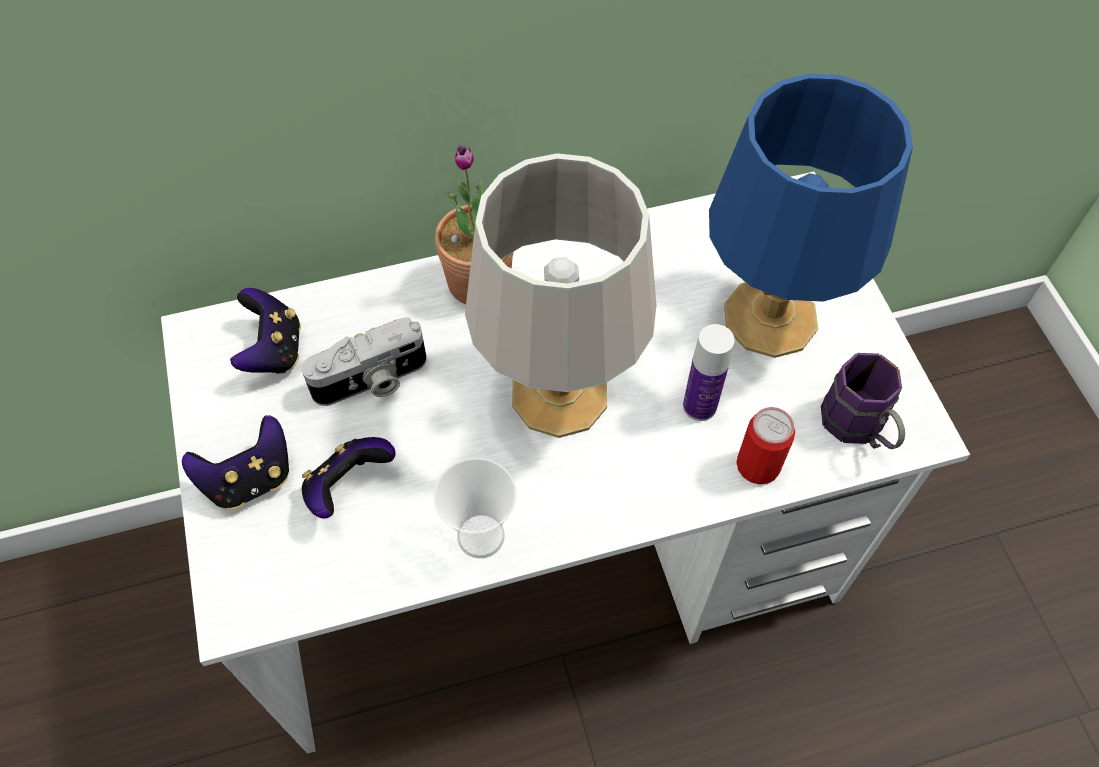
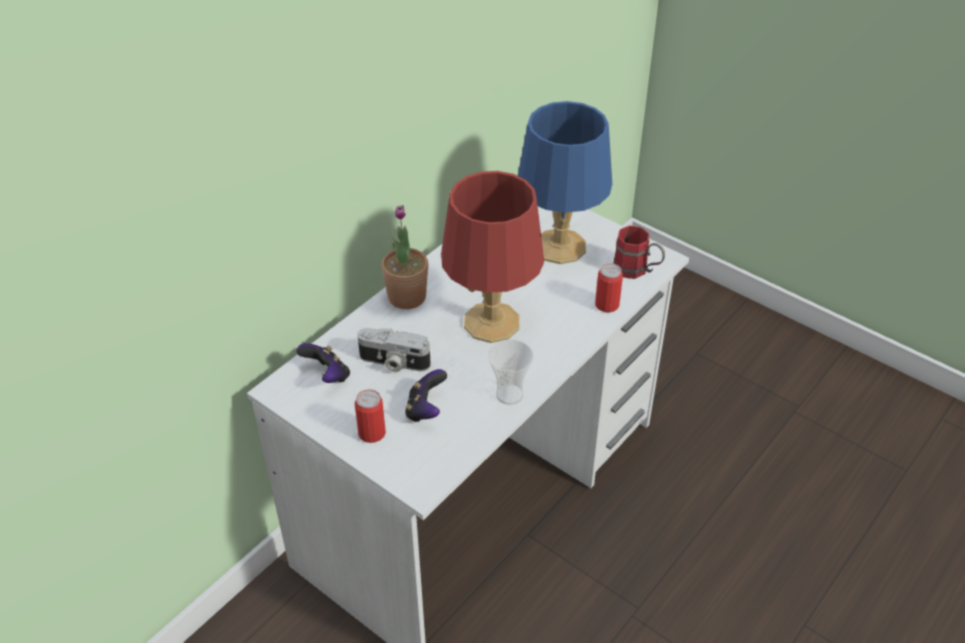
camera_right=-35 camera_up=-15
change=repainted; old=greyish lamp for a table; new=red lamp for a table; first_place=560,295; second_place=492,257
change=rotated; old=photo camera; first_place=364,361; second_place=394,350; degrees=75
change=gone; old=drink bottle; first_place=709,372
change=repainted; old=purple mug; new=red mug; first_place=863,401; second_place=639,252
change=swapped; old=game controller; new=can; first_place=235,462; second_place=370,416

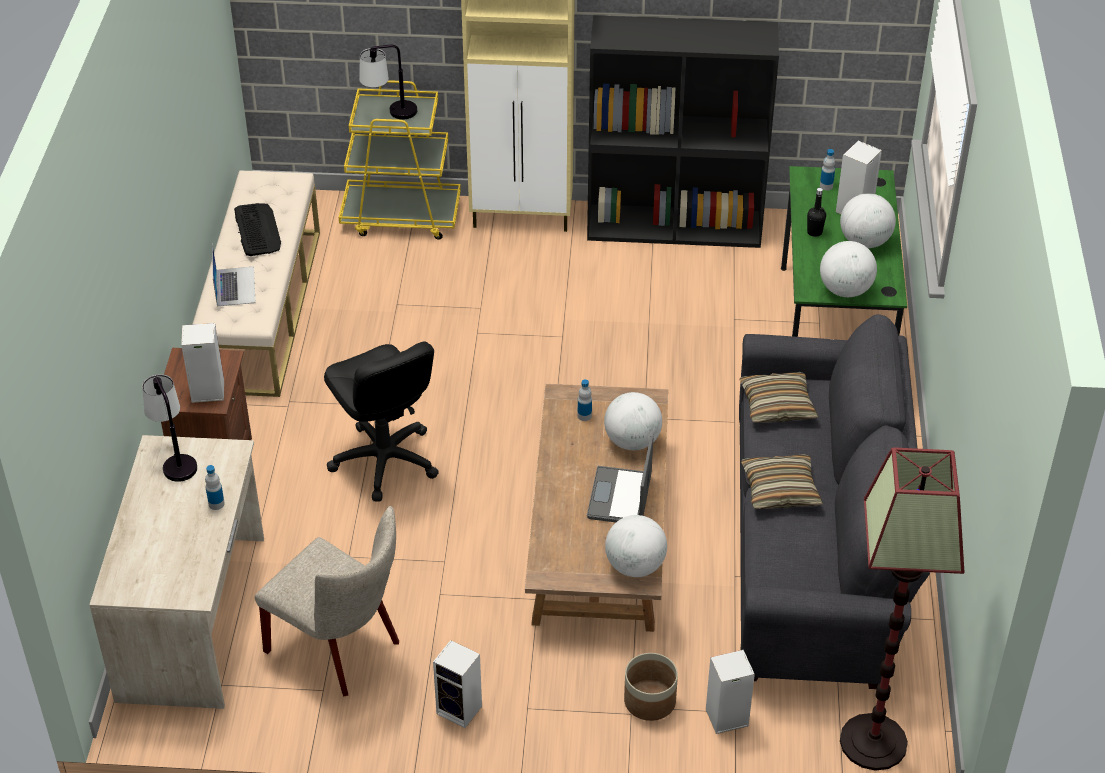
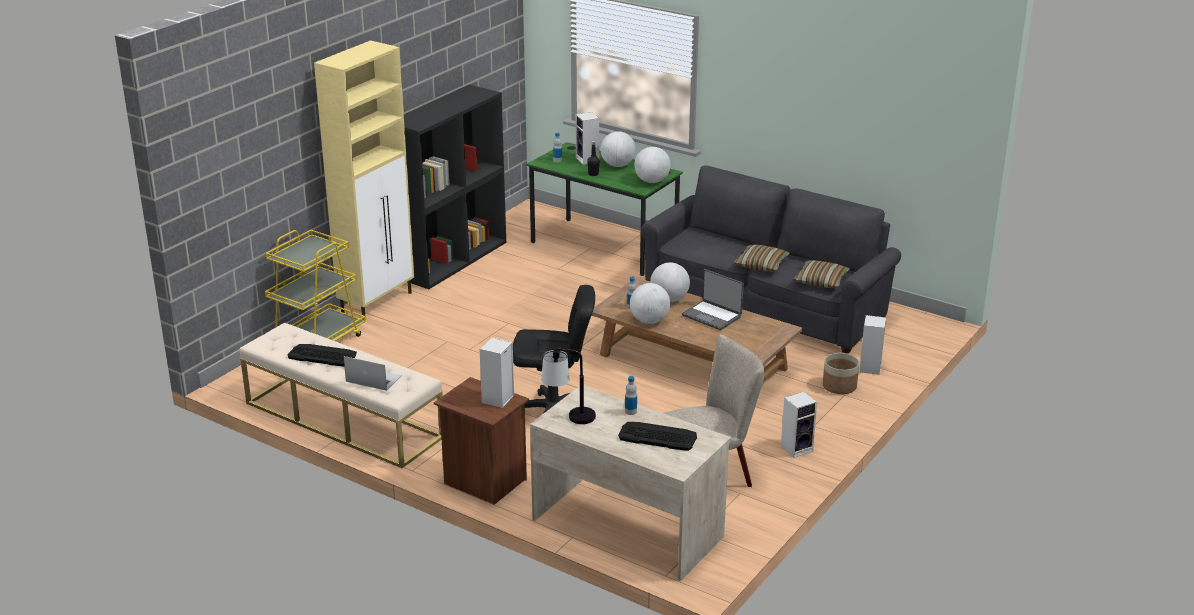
camera_right=-60 camera_up=-15
change=gone; old=lamp for a table; first_place=388,82
change=shifted; old=pillow; first_place=779,397; second_place=822,274
change=gone; old=standing lamp; first_place=902,609
change=shifted; old=globe; first_place=636,546; second_place=650,303
change=new; new=keyboard; second_place=657,436

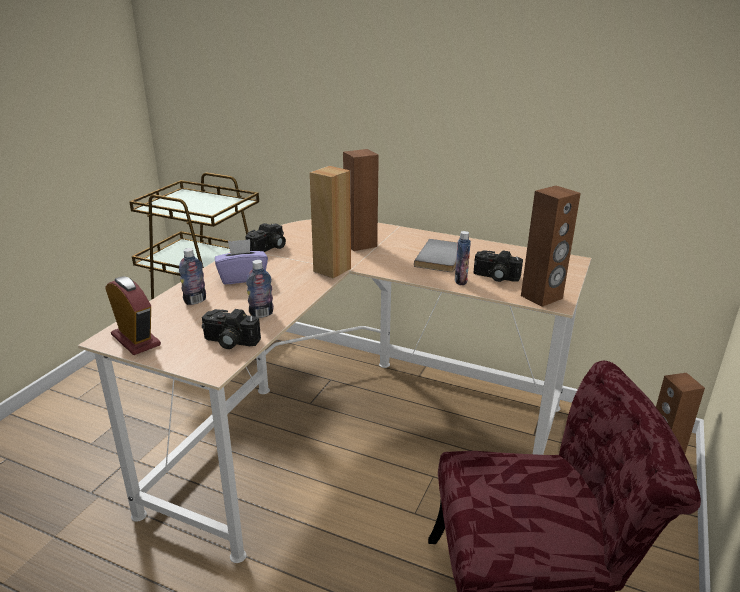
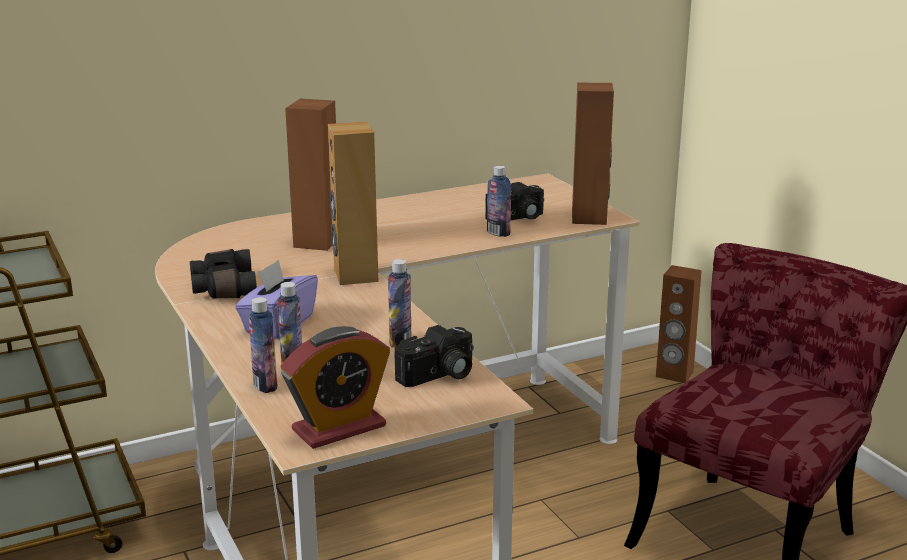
camera_right=-50 camera_up=-5
change=swapped; old=photo camera; new=black-coloured binoculars; first_place=265,237; second_place=223,273
change=gone; old=greyish volume; first_place=436,255
change=rotated; old=alarm clock; first_place=133,315; second_place=335,387; degrees=150
change=new; new=drink bottle; second_place=263,345

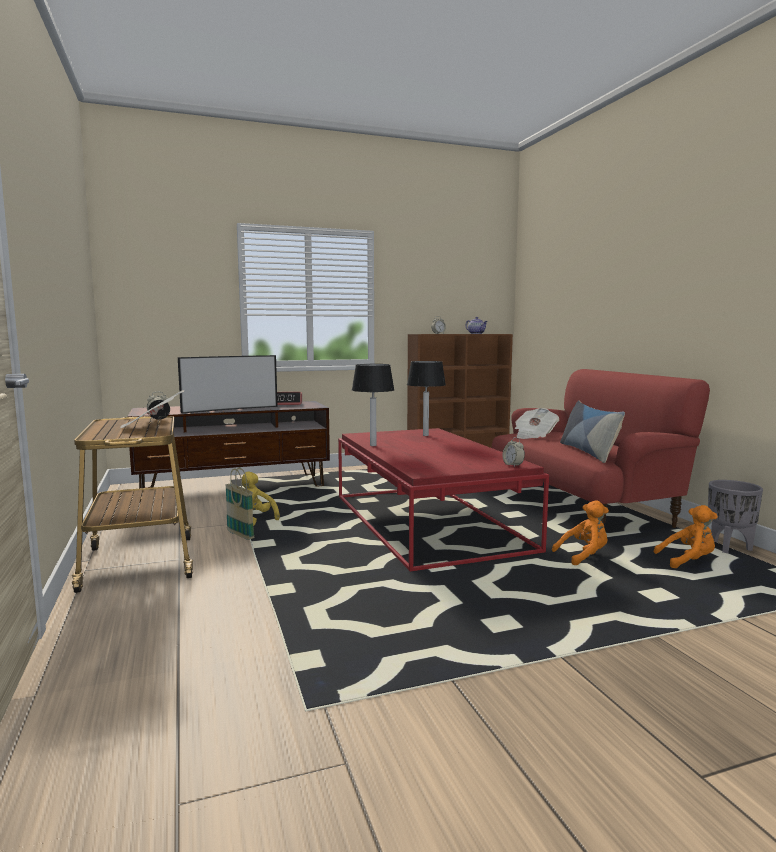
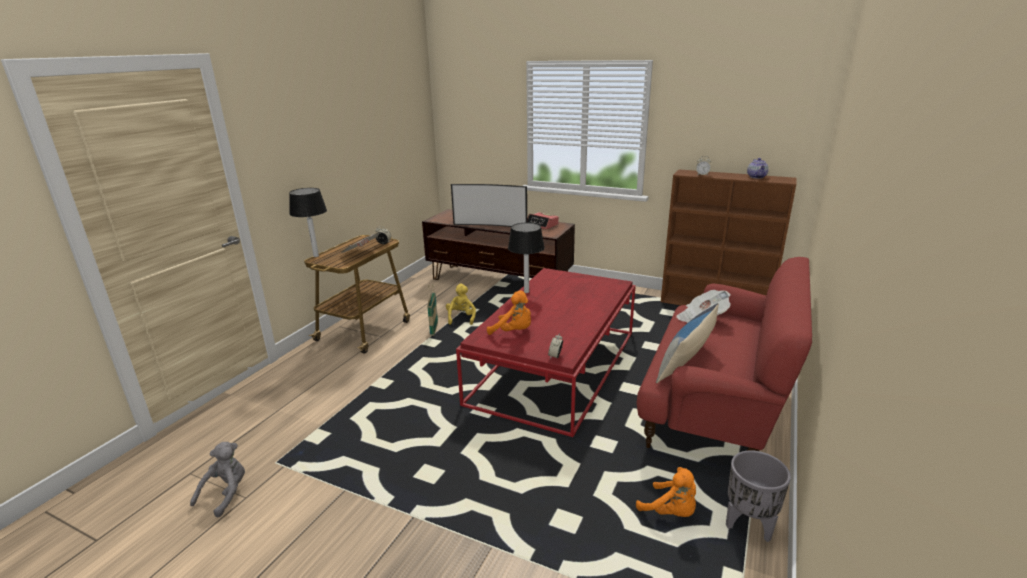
camera_right=45 camera_up=15
change=shifted; old=lamp for a table; first_place=426,398; second_place=308,222
change=shifted; old=orangey plush toy; first_place=580,532; second_place=509,312
change=new; new=greyish plush toy; second_place=217,479

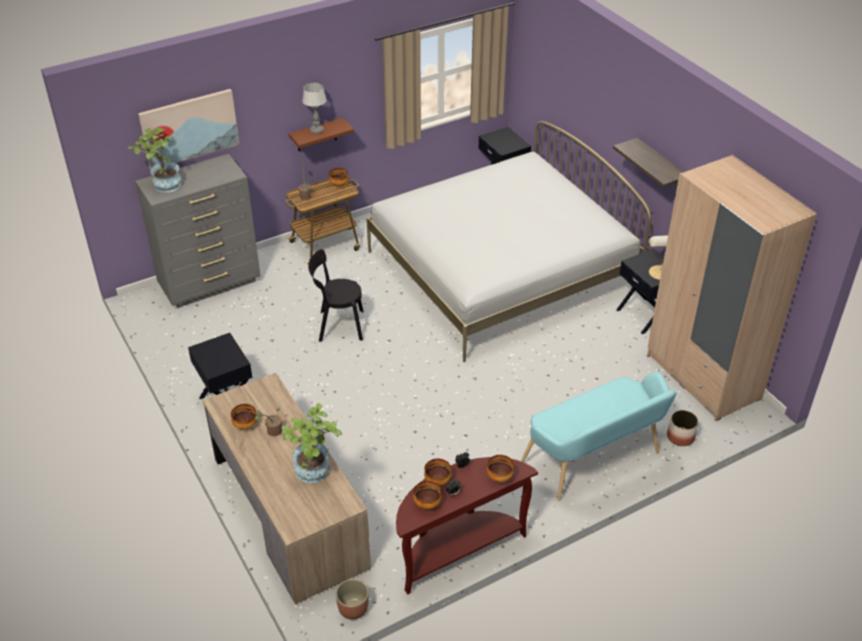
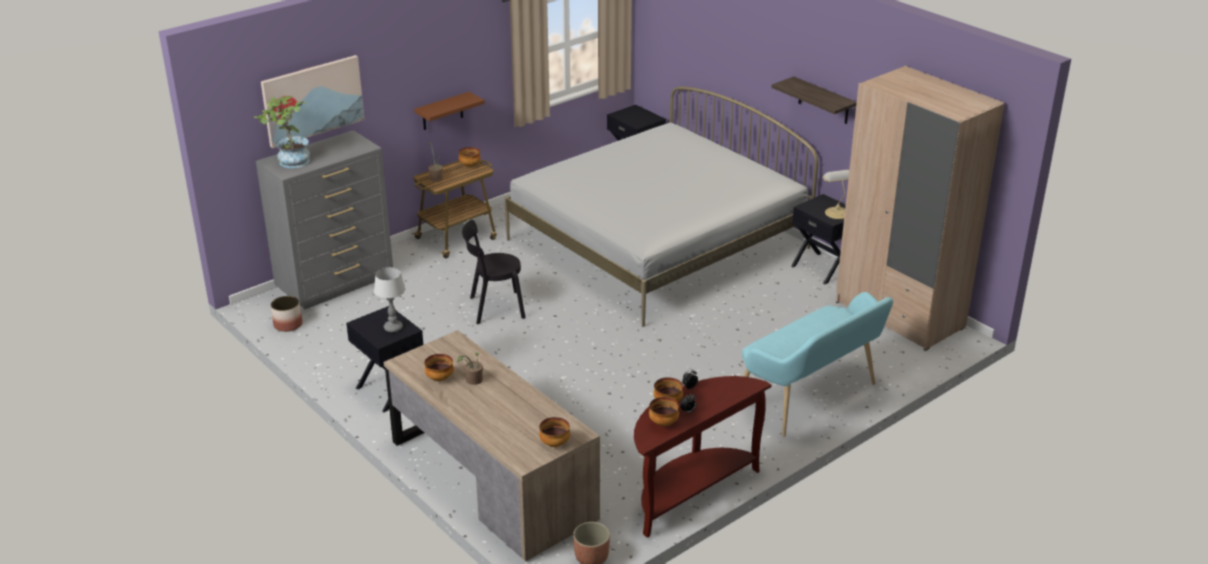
camera_right=-10 camera_up=-10
change=shifted; old=lamp for a table; first_place=315,108; second_place=389,299
change=gone; old=houseplant; first_place=312,443
change=shifted; old=flower pot; first_place=683,428; second_place=287,314
change=shifted; old=bowl; first_place=500,468; second_place=554,432

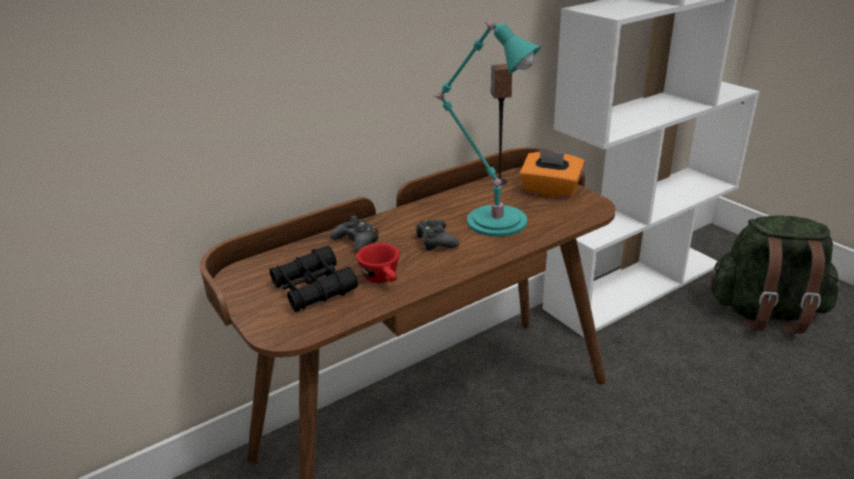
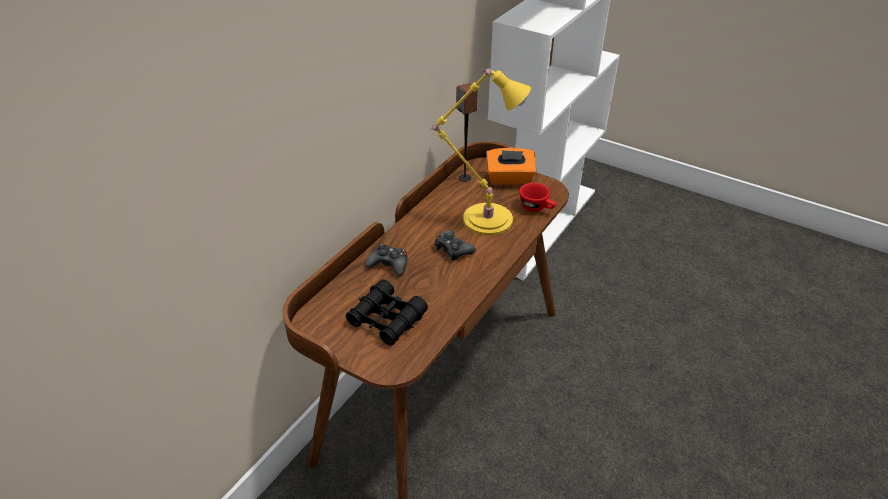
camera_right=-25 camera_up=10
change=repainted; old=blue-green lamp for a table; new=yellow lamp for a table; first_place=487,129; second_place=480,151
change=gone; old=greenish backpack; first_place=774,274
change=shifted; old=red cup; first_place=377,263; second_place=538,197

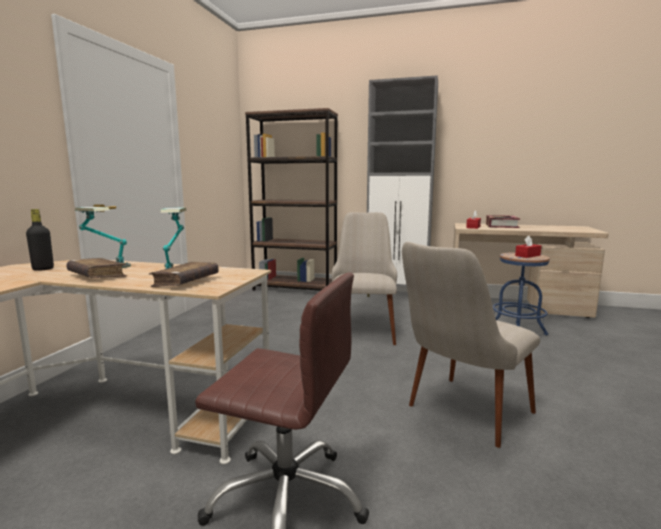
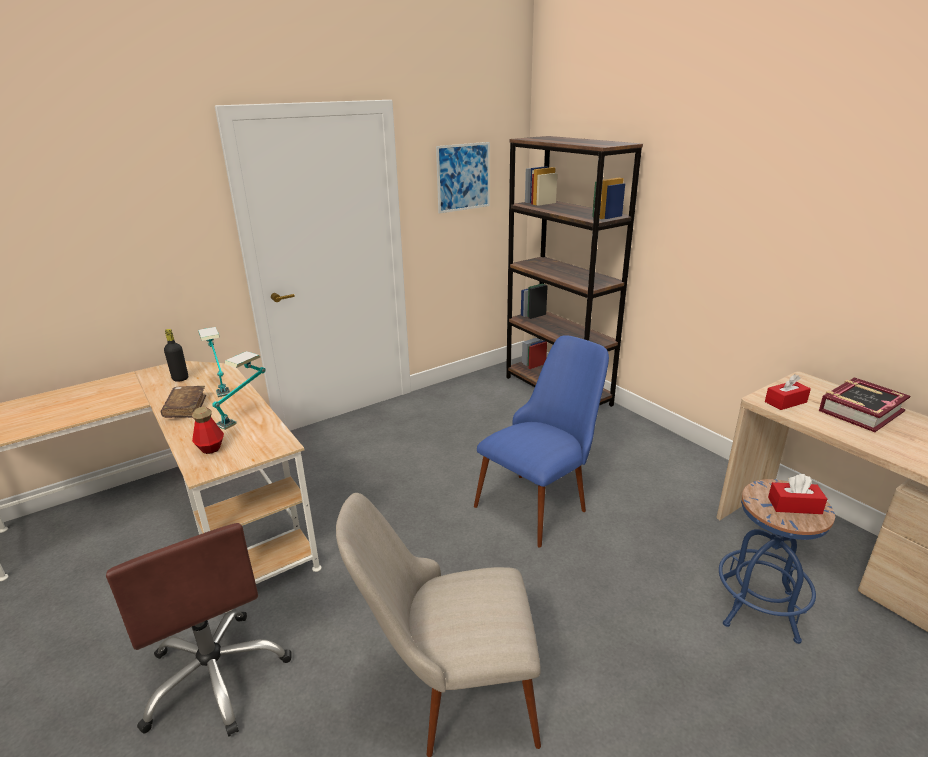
camera_right=40 camera_up=15
change=gone; old=greyish storage cabinet; first_place=402,186
change=repainted; old=sand-coloured plain chair; new=bluish plain chair; first_place=364,278; second_place=541,441
change=swapped; old=brownish volume; new=drink bottle; first_place=184,274; second_place=208,430
change=new; new=wall art; second_place=463,177

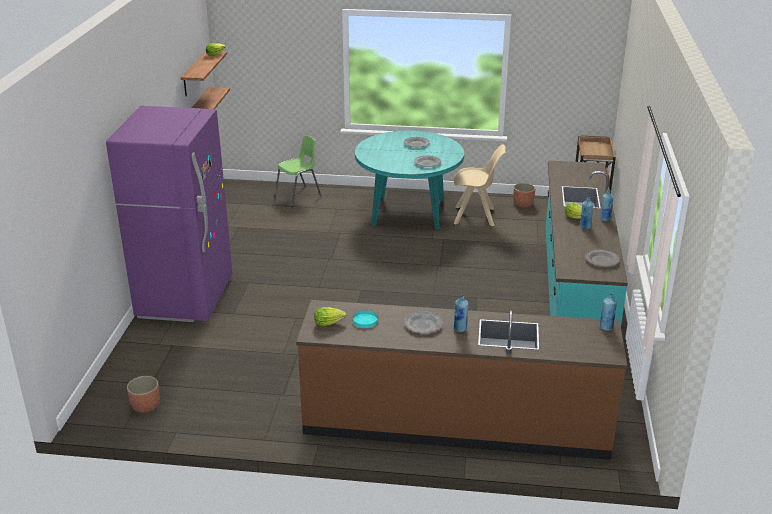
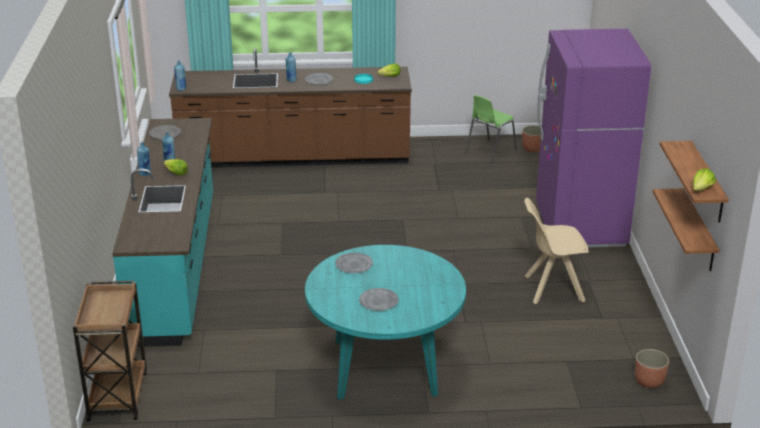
camera_right=170 camera_up=0
change=shifted; old=greenish plain chair; first_place=298,170; second_place=491,129
change=shifted; old=sand-coloured plain chair; first_place=479,185; second_place=556,251
change=shifted; old=flower pot; first_place=524,195; second_place=652,368

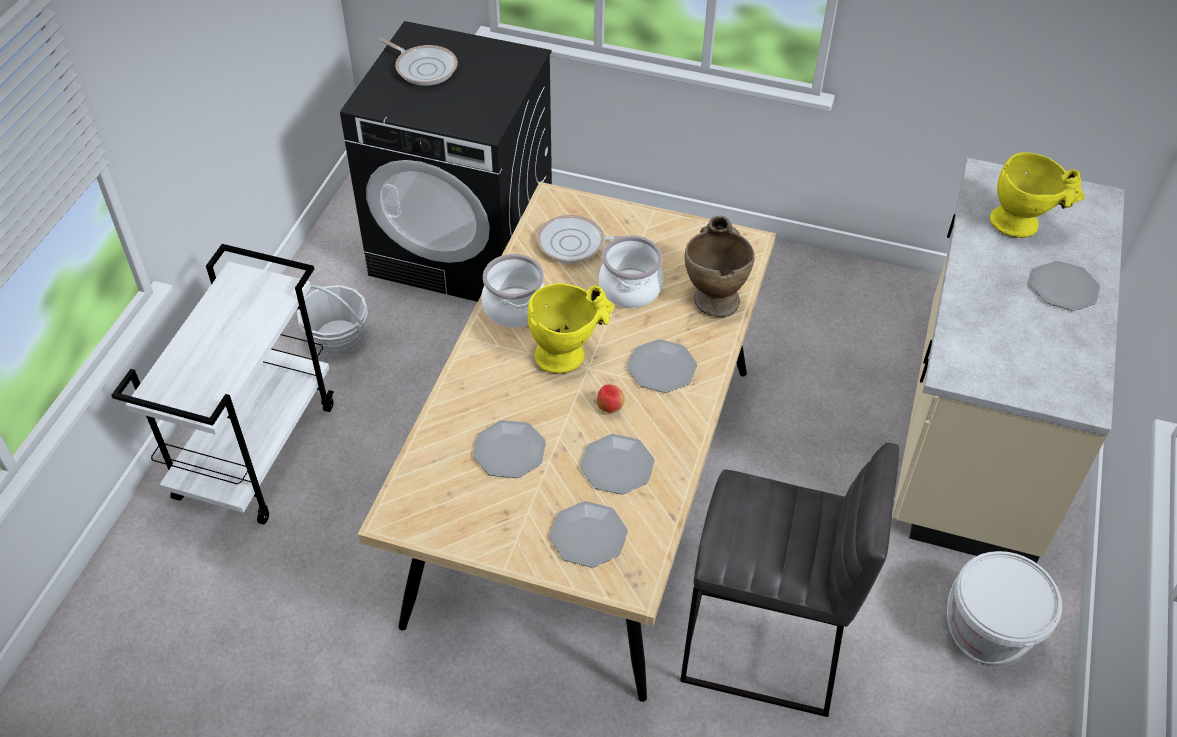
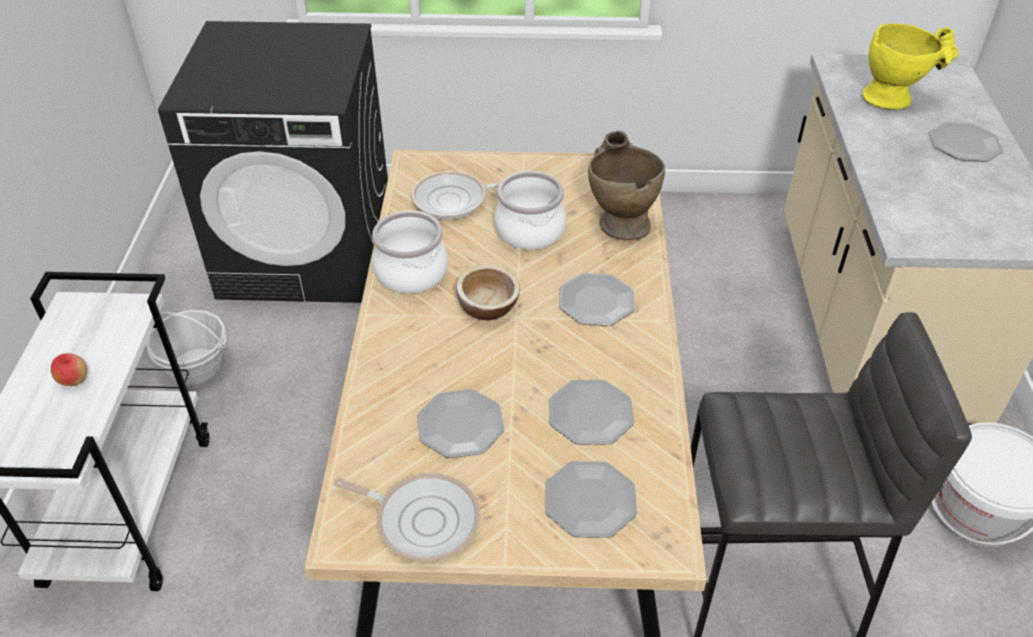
camera_right=-15 camera_up=-5
change=shifted; old=pan; first_place=418,62; second_place=407,517
change=swapped; old=yellow flower vase; new=bowl; first_place=571,328; second_place=488,292
change=shifted; old=apple; first_place=611,398; second_place=69,369

